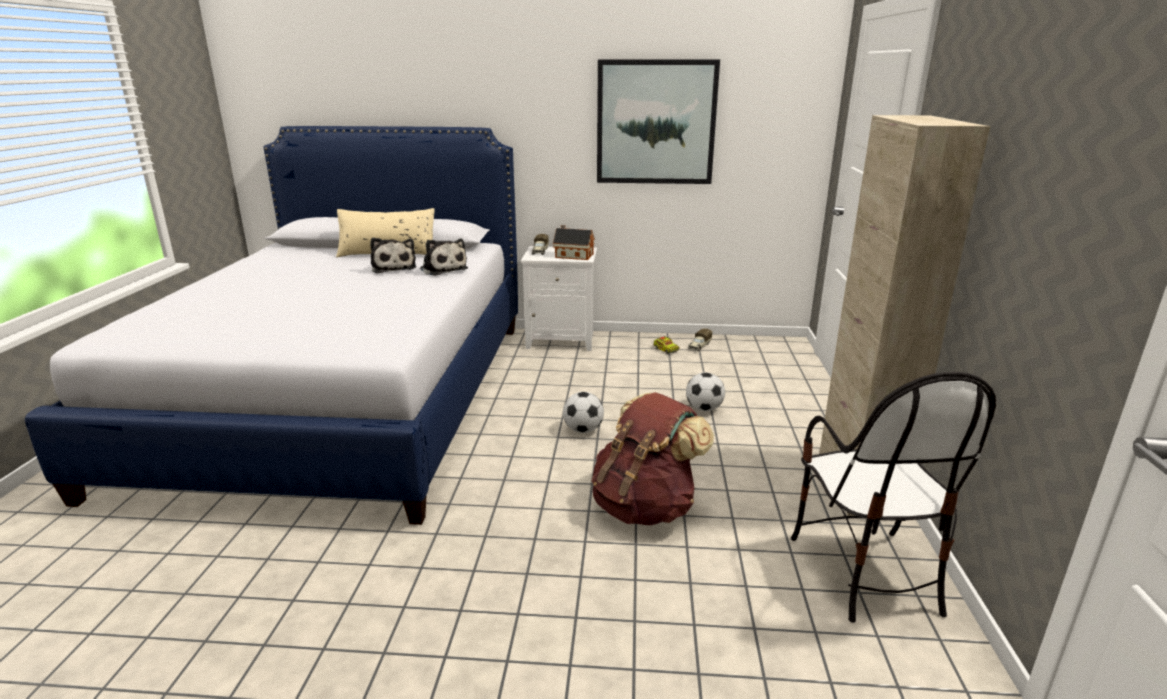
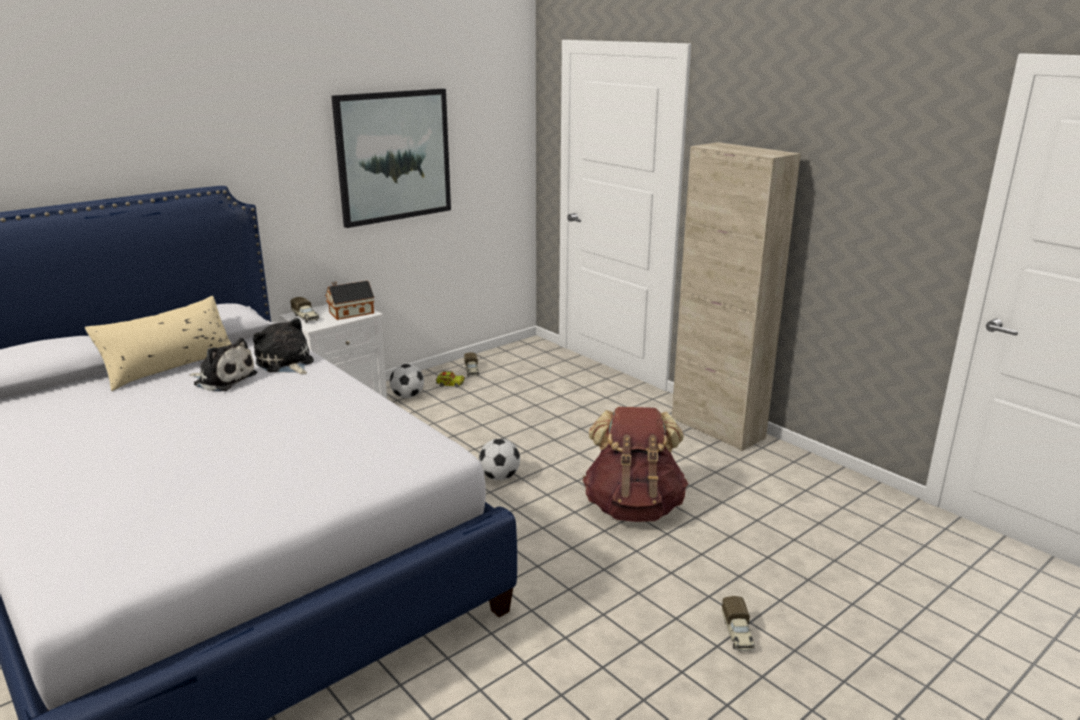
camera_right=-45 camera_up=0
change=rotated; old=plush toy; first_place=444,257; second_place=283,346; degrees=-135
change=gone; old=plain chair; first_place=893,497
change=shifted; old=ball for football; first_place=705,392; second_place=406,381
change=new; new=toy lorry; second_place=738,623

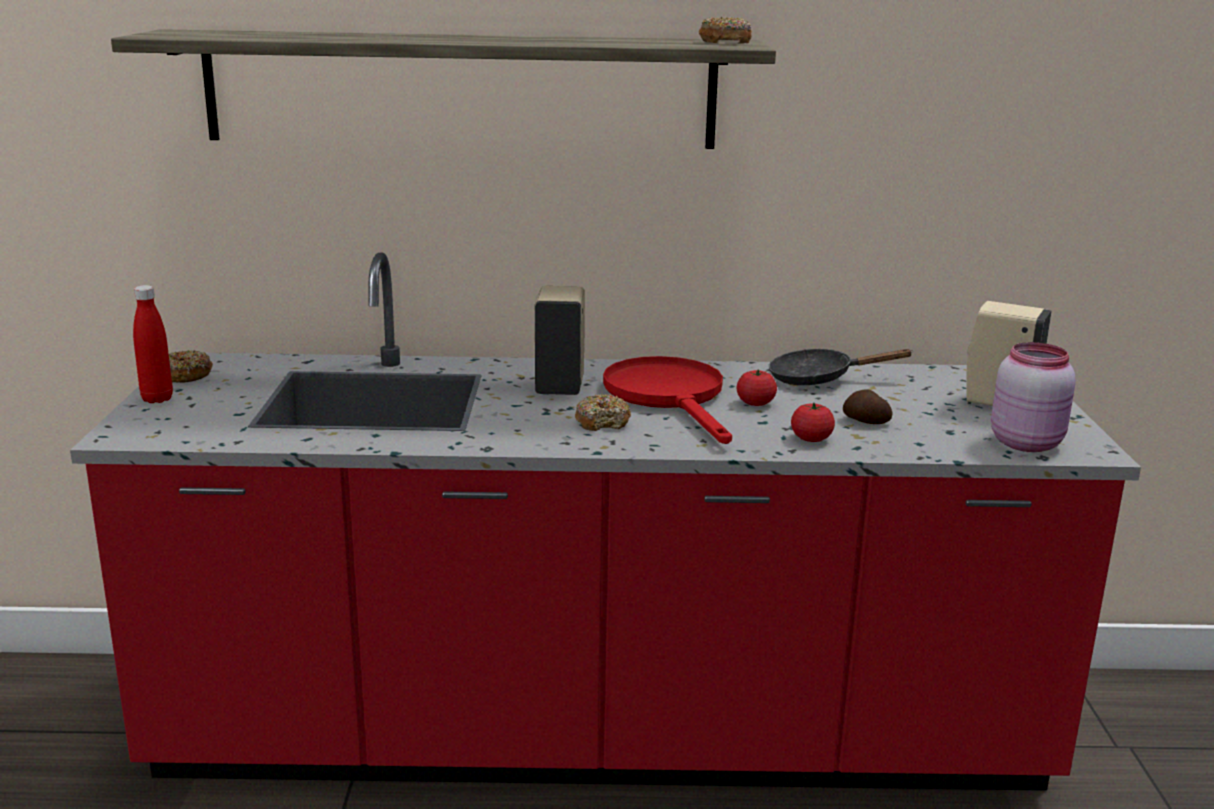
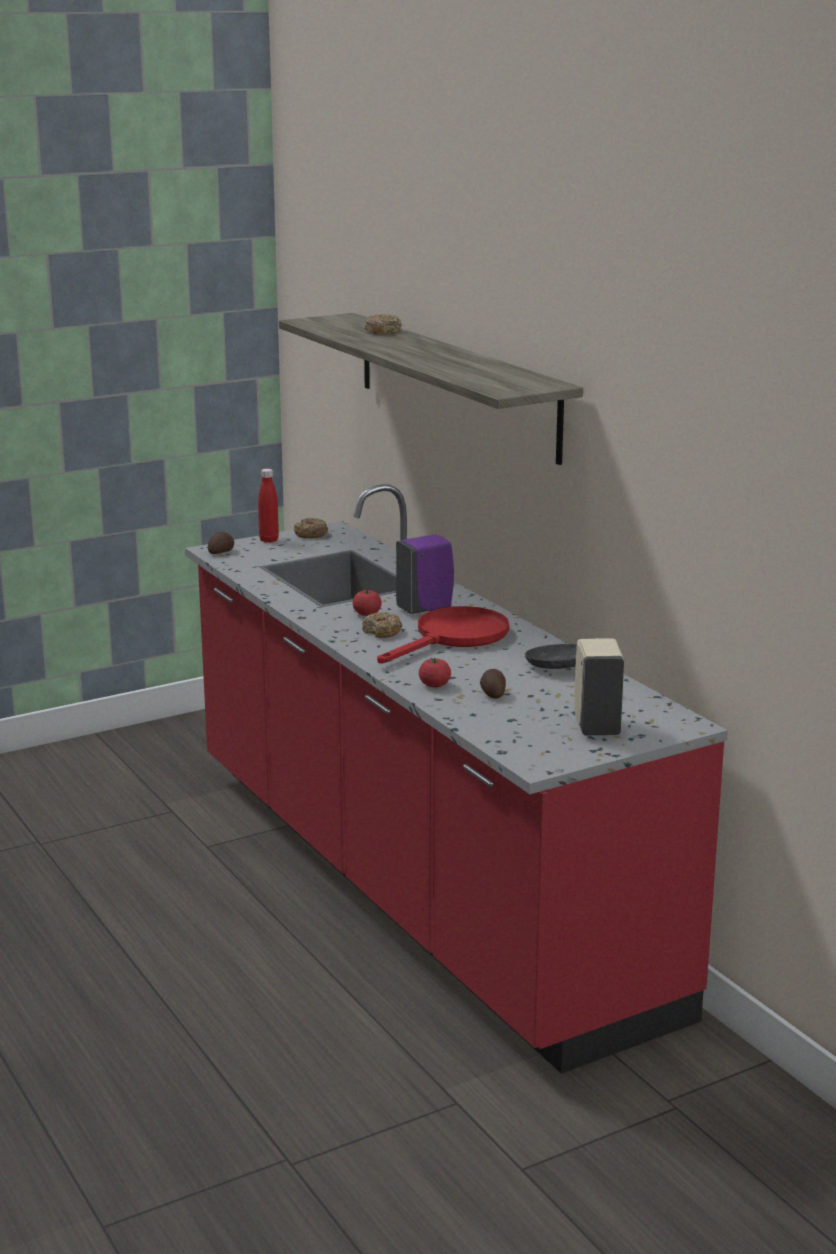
camera_right=60 camera_up=0
change=shifted; old=donut; first_place=725,30; second_place=383,324
change=repainted; old=sand-coloured soap dispenser; new=purple soap dispenser; first_place=560,340; second_place=425,574
change=gone; old=pink-coloured preserve jar; first_place=1033,397
change=shifted; old=whole tomato; first_place=756,387; second_place=367,603
change=new; new=potato; second_place=221,543

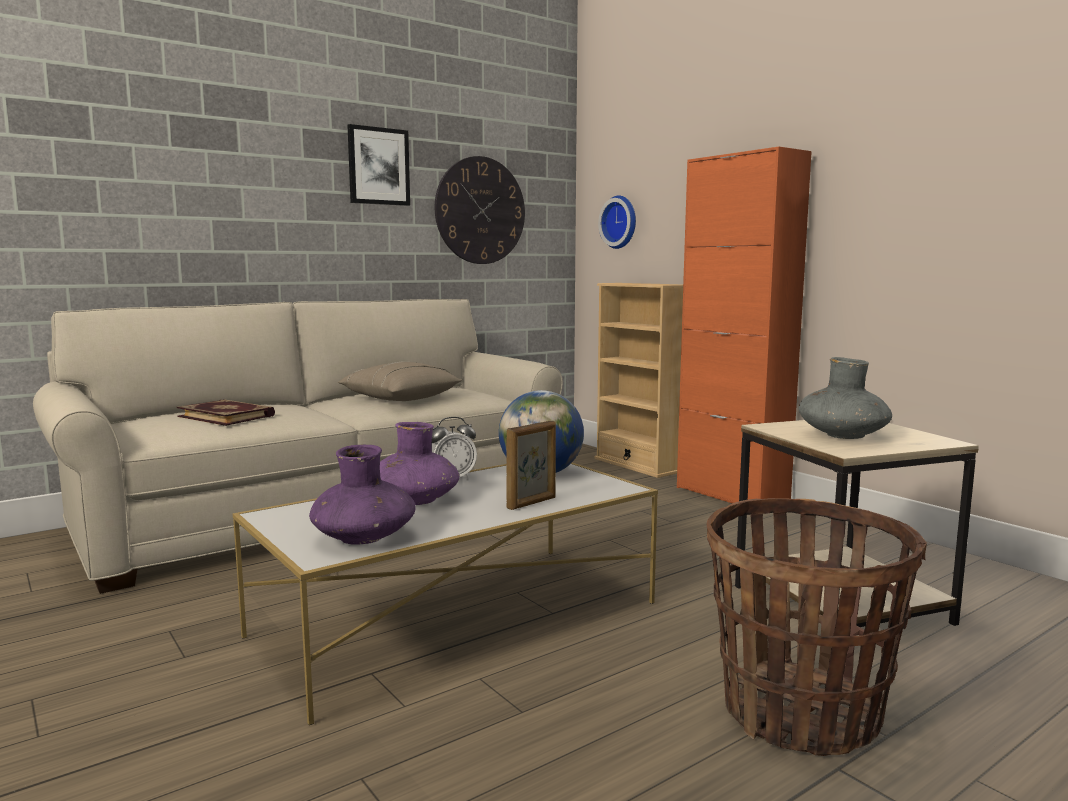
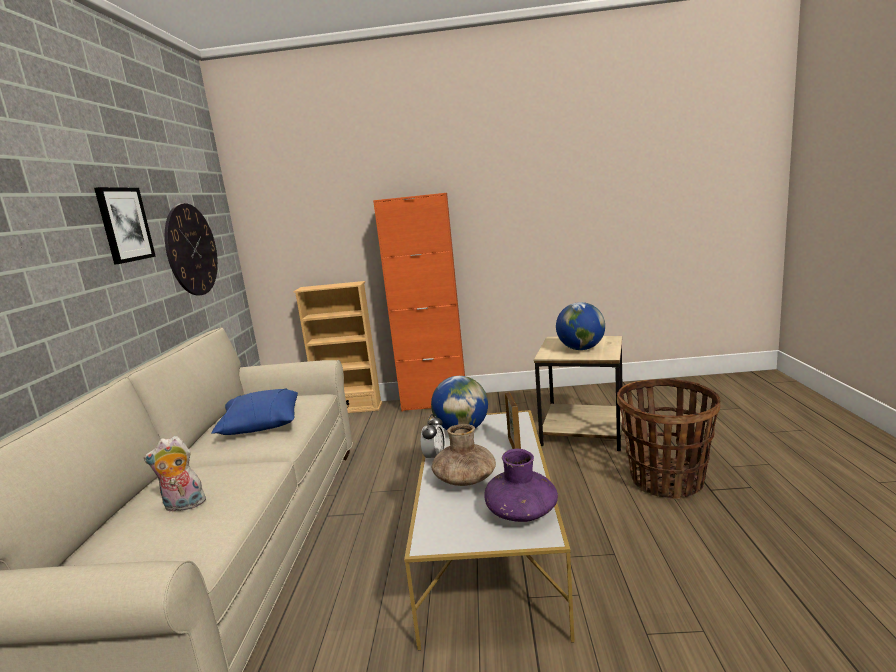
camera_right=-50 camera_up=5
change=gone; old=hanging clock; first_place=617,222
change=swapped; old=greyish flower vase; new=globe; first_place=845,398; second_place=580,326
change=repainted; old=sand-coloured pillow; new=bluish pillow; first_place=400,381; second_place=254,411
change=swapped; old=volume; new=plush toy; first_place=226,412; second_place=175,474
change=repainted; old=purple flower vase; new=brownish flower vase; first_place=419,463; second_place=464,455

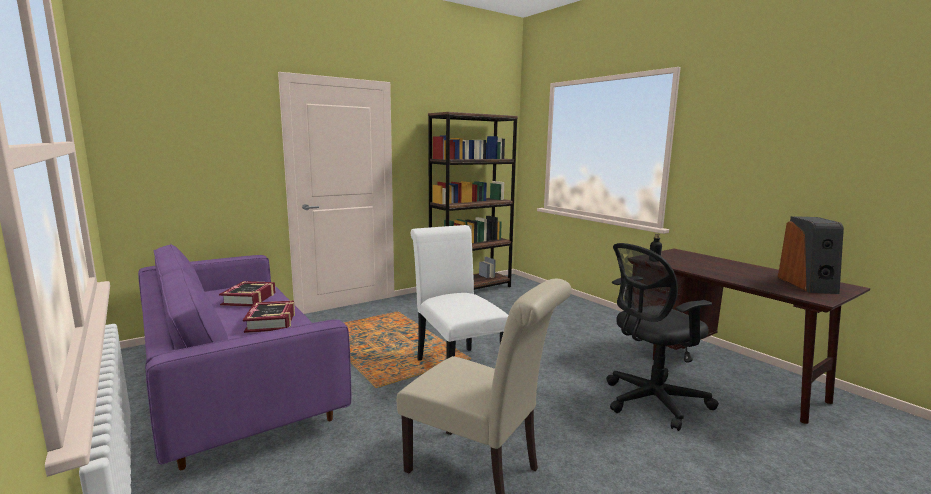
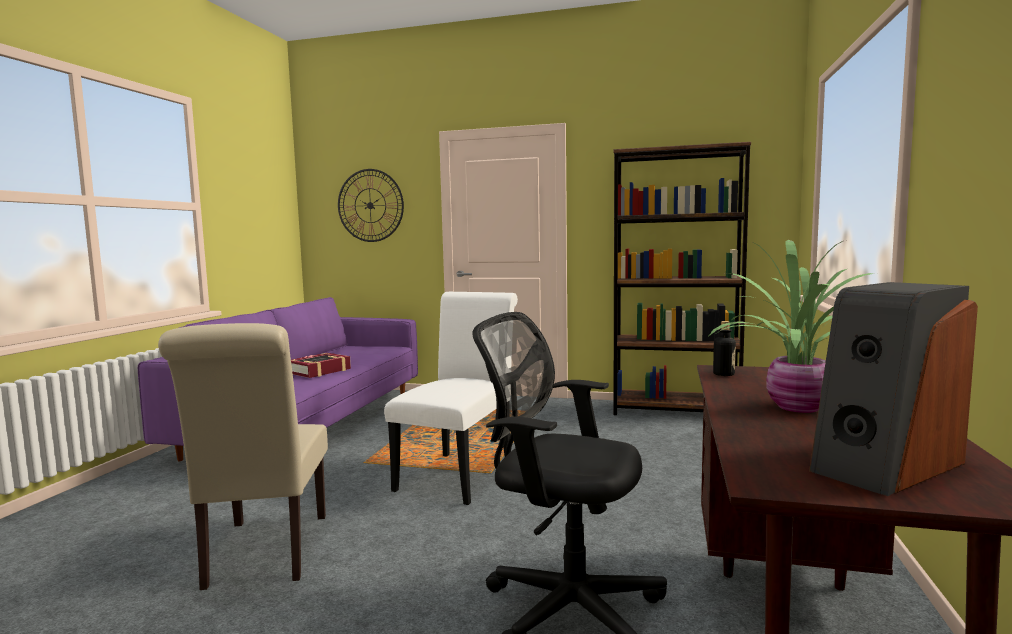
camera_right=50 camera_up=-5
change=gone; old=volume; first_place=247,294
change=new; new=hanging clock; second_place=371,205
change=new; new=houseplant; second_place=790,326

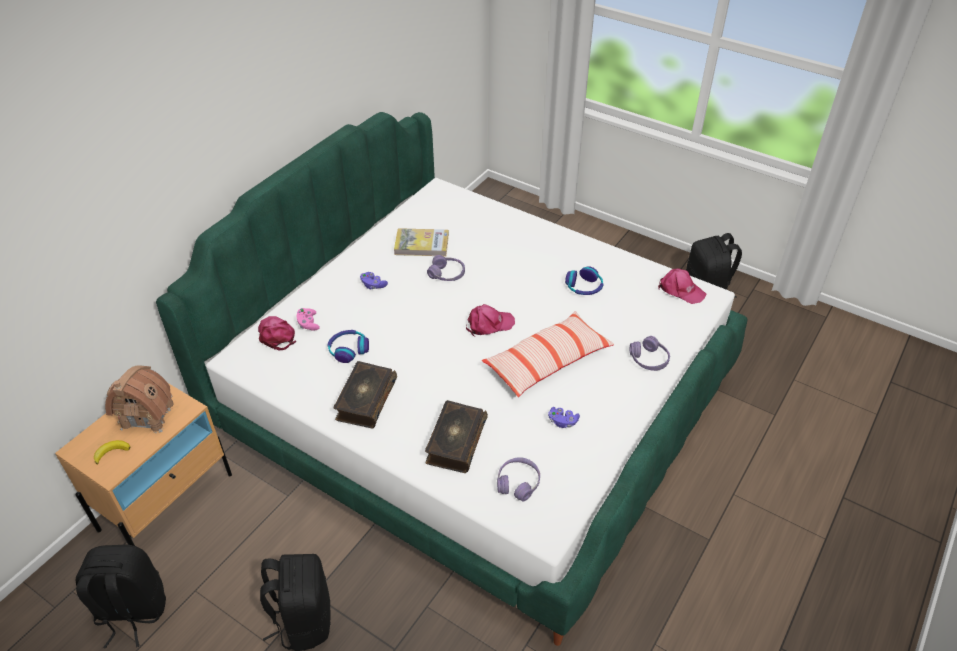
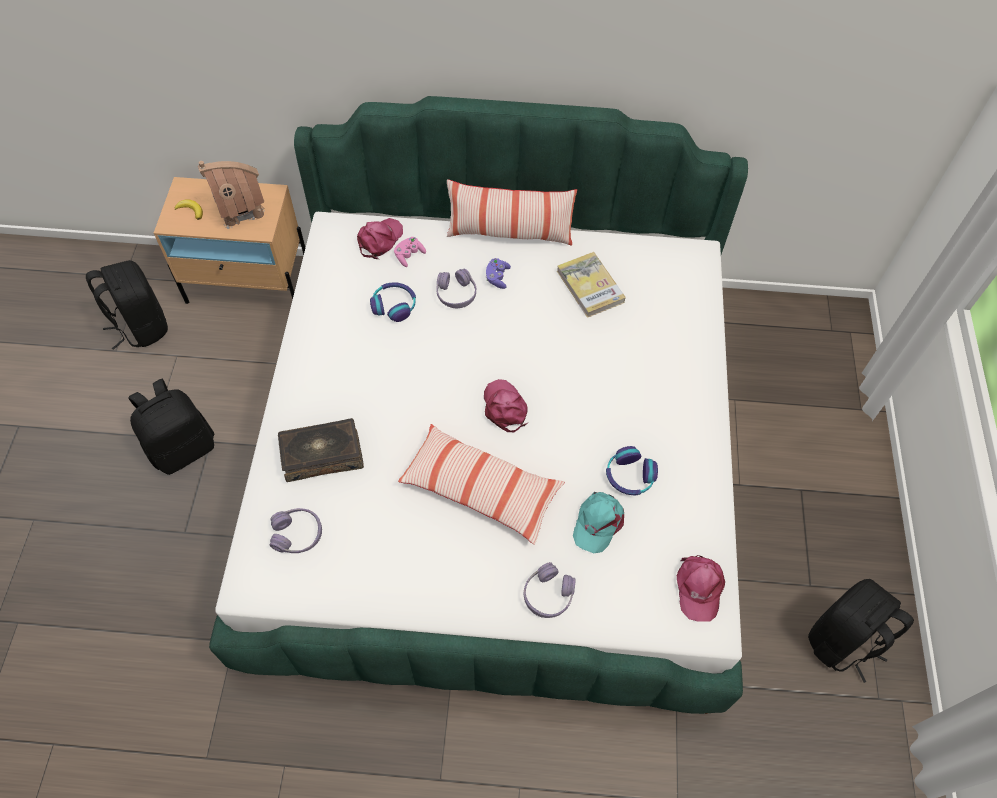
camera_right=60 camera_up=15
change=shifted; old=purple headset; first_place=446,268; second_place=456,288
change=rotated; old=pink-coloured cap; first_place=490,320; second_place=506,405; degrees=-150
change=gone; old=volume; first_place=365,395
change=gone; old=purple game controller; first_place=564,417
change=new; new=pillow; second_place=512,212
change=new; new=blue-green cap; second_place=598,522

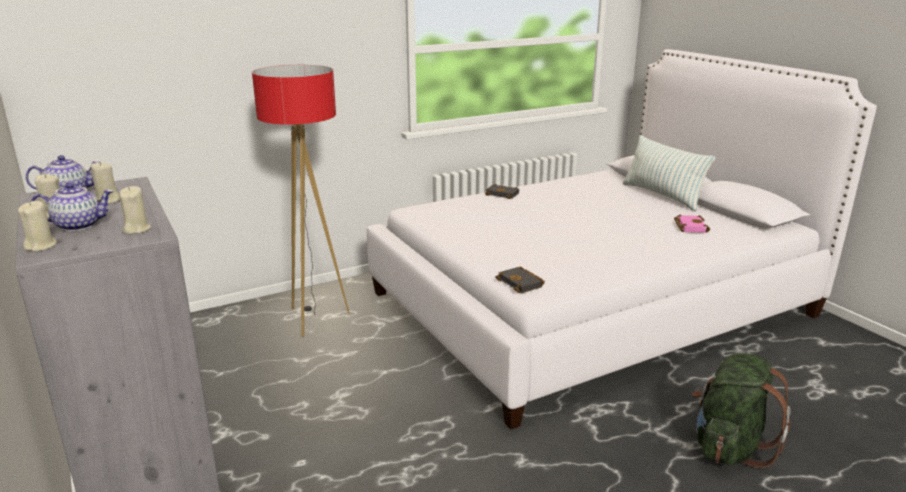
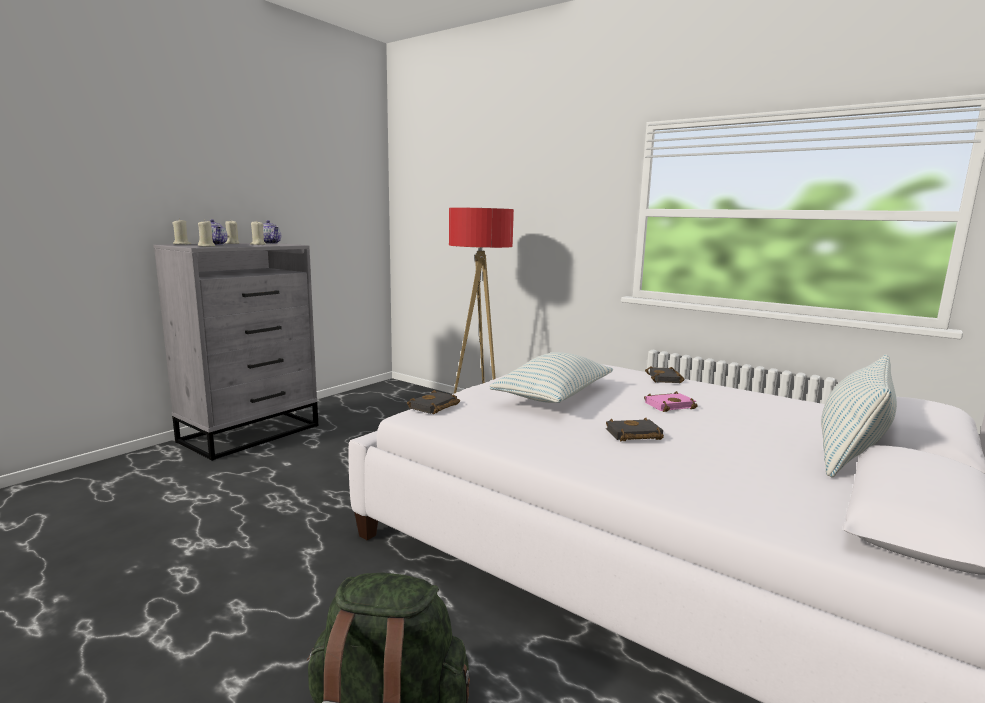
camera_right=65 camera_up=-10
change=shifted; old=pink-coloured volume; first_place=692,224; second_place=671,401
change=new; new=pillow; second_place=551,377
change=new; new=black-coloured volume; second_place=635,429

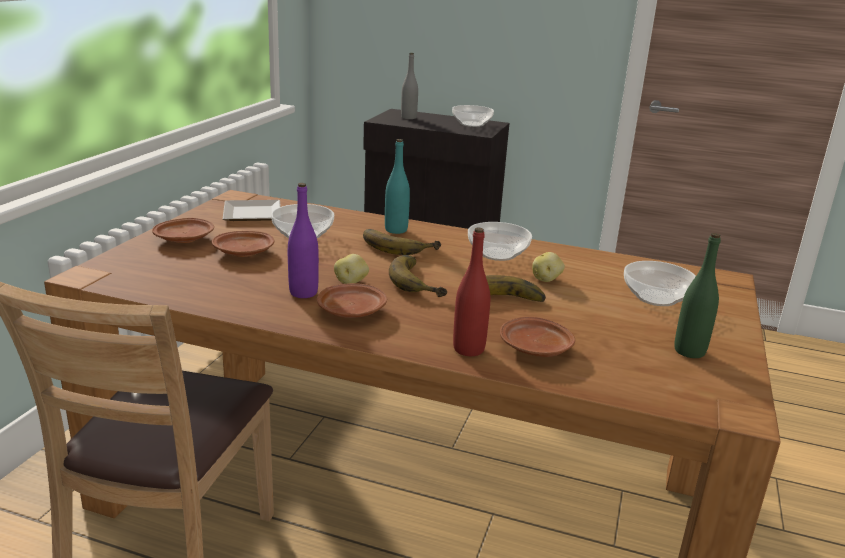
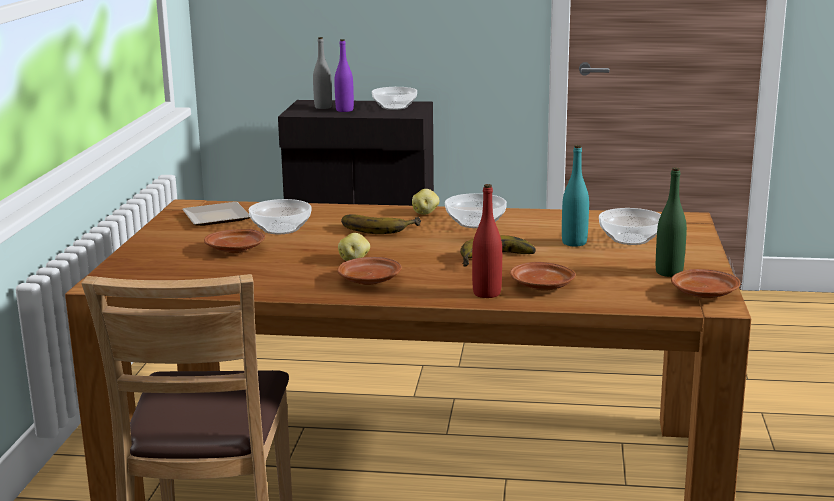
camera_right=-10 camera_up=-5
change=shifted; old=blue-green drink bottle; first_place=397,186; second_place=575,196
change=shifted; old=purple drink bottle; first_place=303,240; second_place=344,75
change=shifted; old=brownish plate; first_place=183,230; second_place=705,283
change=shifted; old=potato; first_place=548,267; second_place=426,202
change=gone; old=banana fruit; first_place=418,276

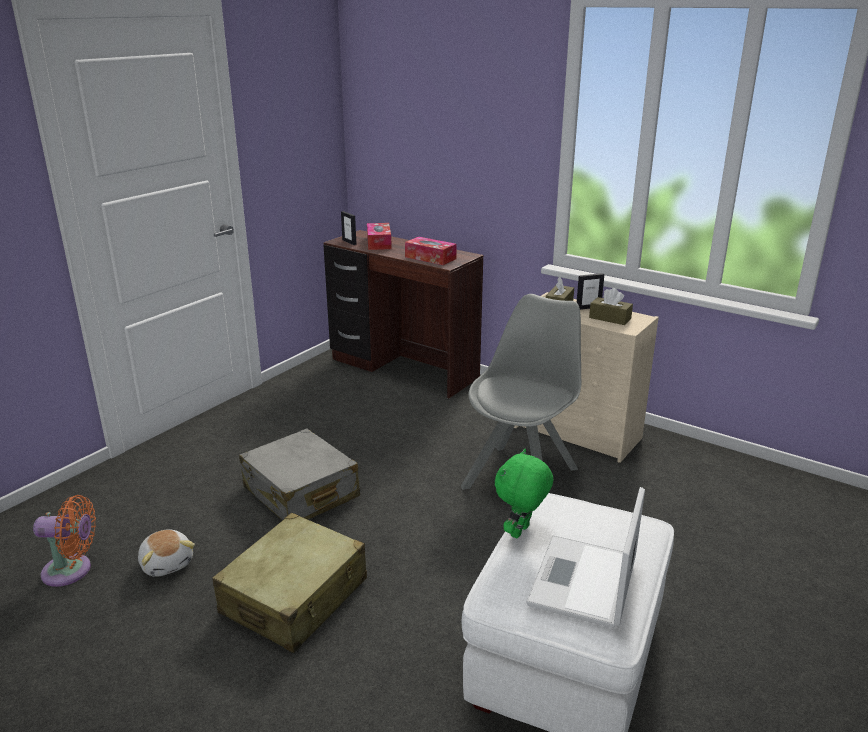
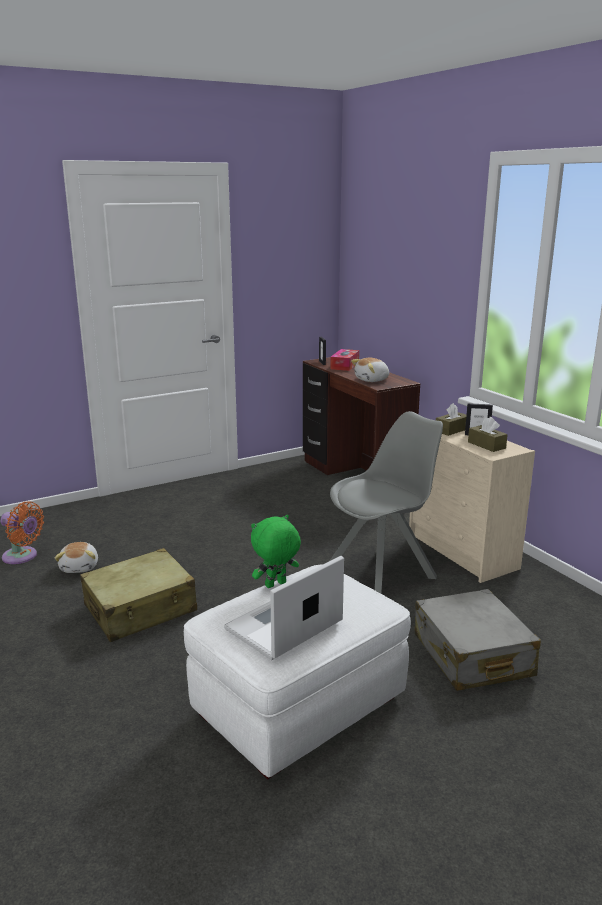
camera_right=25 camera_up=-5
change=swapped; old=box of tissues; new=plush toy; first_place=431,251; second_place=370,370
change=shifted; old=greyish suitcase; first_place=299,474; second_place=478,640

